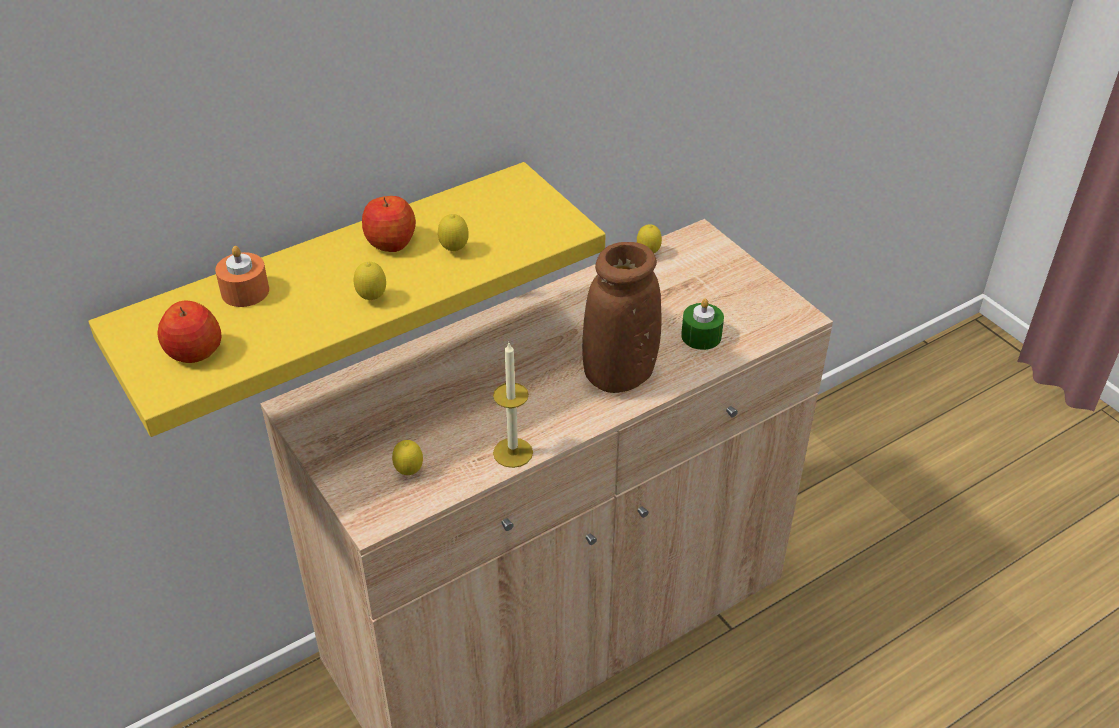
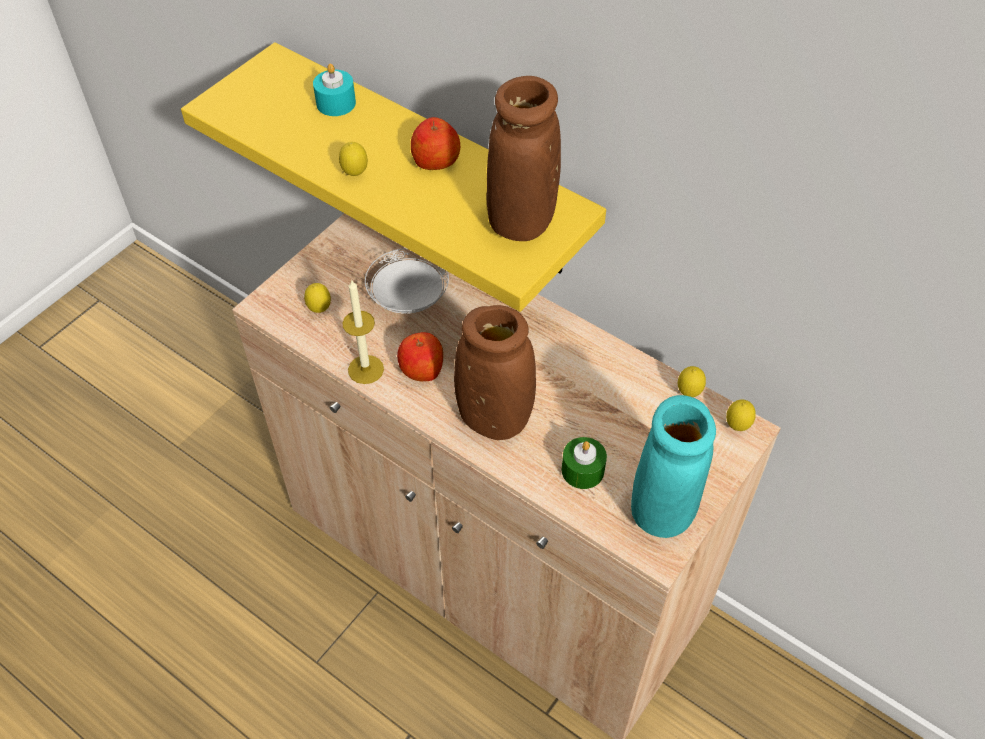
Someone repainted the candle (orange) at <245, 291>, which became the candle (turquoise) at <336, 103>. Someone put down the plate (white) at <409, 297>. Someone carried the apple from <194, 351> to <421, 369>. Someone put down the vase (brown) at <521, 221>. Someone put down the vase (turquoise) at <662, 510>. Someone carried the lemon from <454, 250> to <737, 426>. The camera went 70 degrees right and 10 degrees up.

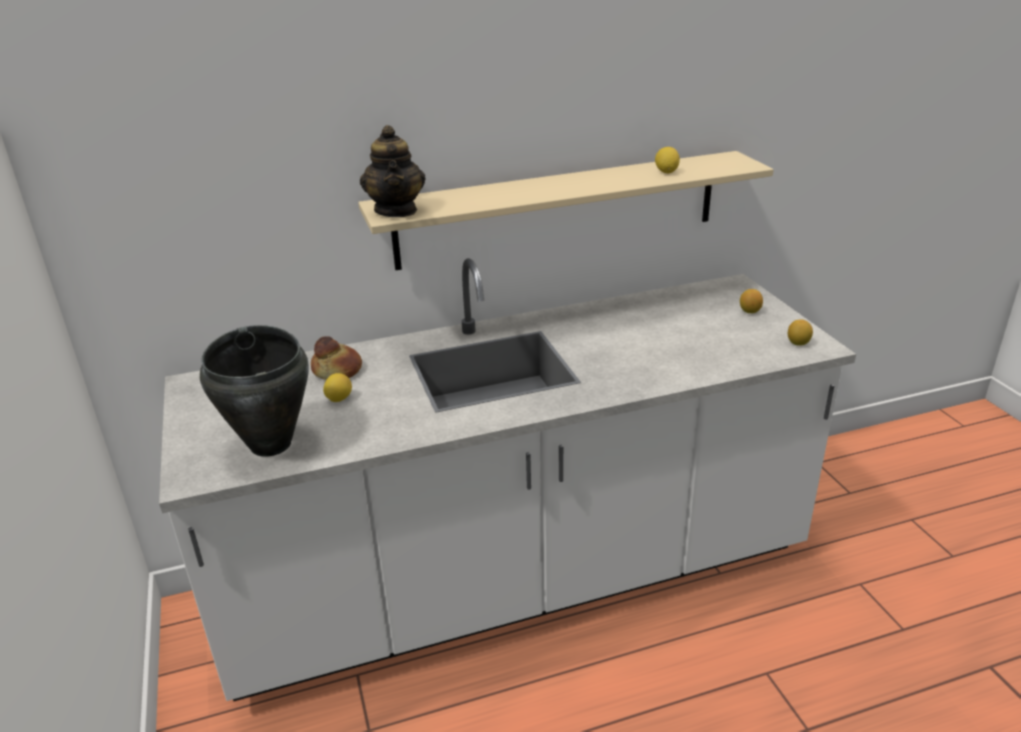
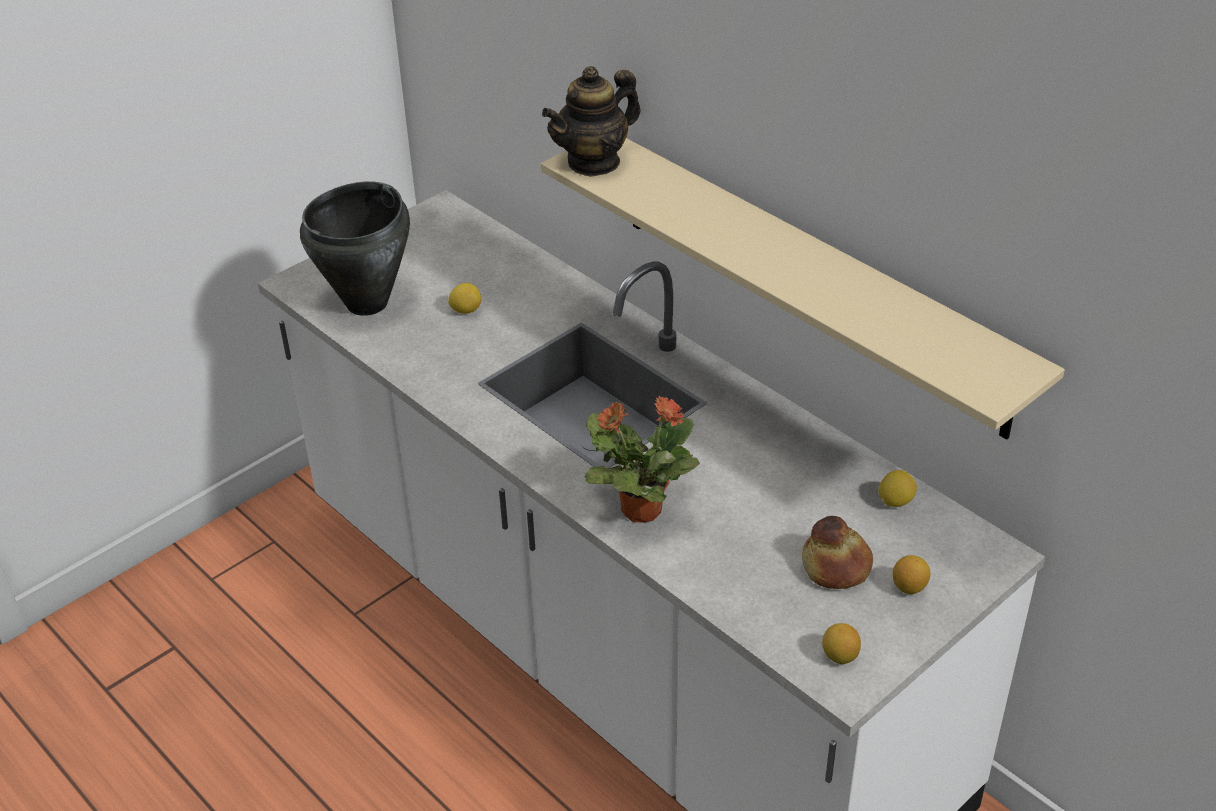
Someone put down the potted plant at <639, 509>. Someone carried the bread from <337, 370> to <837, 566>. Someone carried the lemon from <666, 172> to <895, 501>. The camera went 65 degrees right and 10 degrees up.

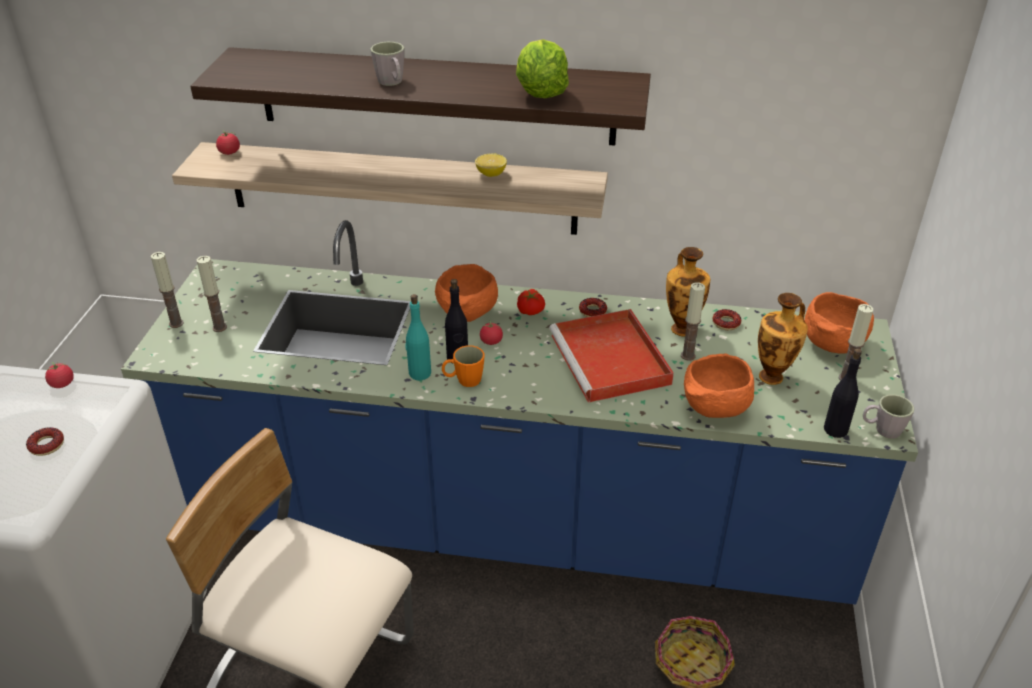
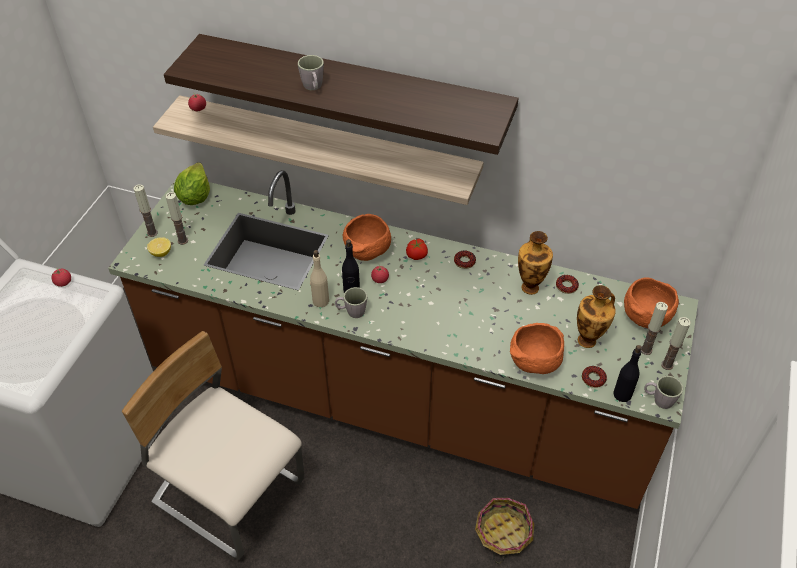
Someone repainted the counter (blue) at <516, 522>, which became the counter (brown) at <398, 399>. Someone carried the lemon from <491, 174> to <161, 253>. Someone carried the lettuce from <540, 93> to <195, 196>. Someone repainted the bottle (turquoise) at <419, 373>, which became the bottle (beige) at <320, 301>. Someone repainted the mug (orange) at <463, 380>, which became the mug (grey) at <351, 311>. Someone carried the donut from <47, 445> to <593, 378>. Someone carried the candle from <688, 355> to <667, 365>. Someone took away the tray (red) at <611, 360>. The camera went 10 degrees right and 10 degrees up.

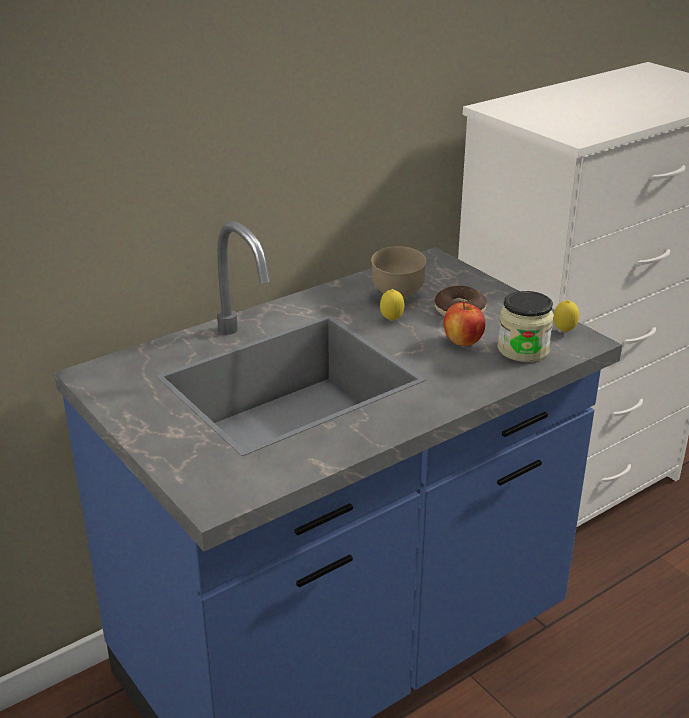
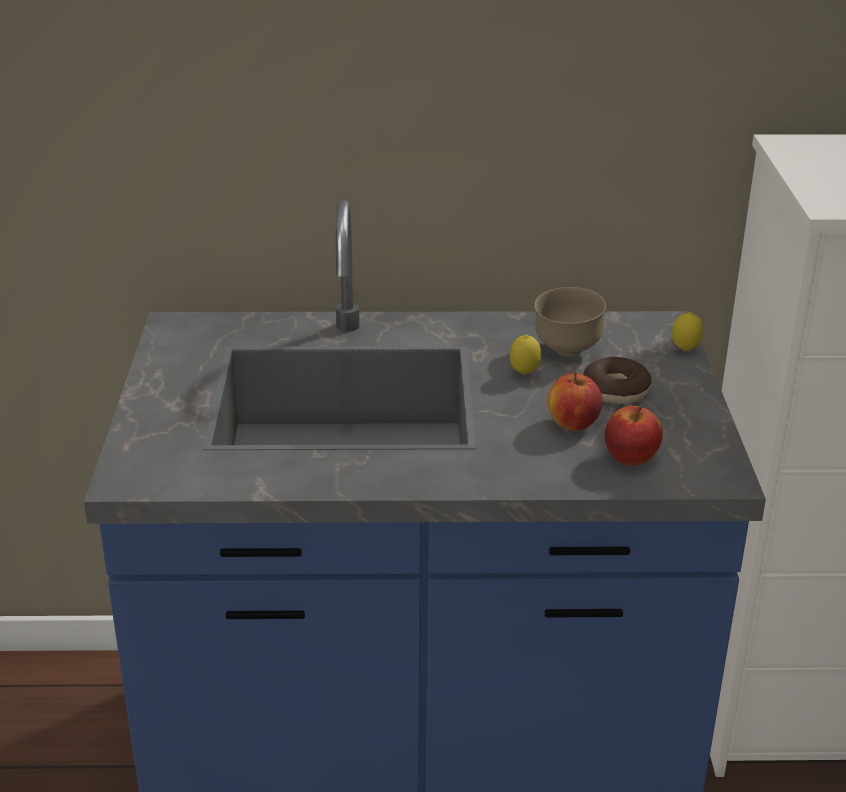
Someone swapped the jar at <523, 349> for the apple at <630, 458>. Someone carried the lemon from <564, 332> to <685, 351>. The camera went 35 degrees right and 0 degrees up.

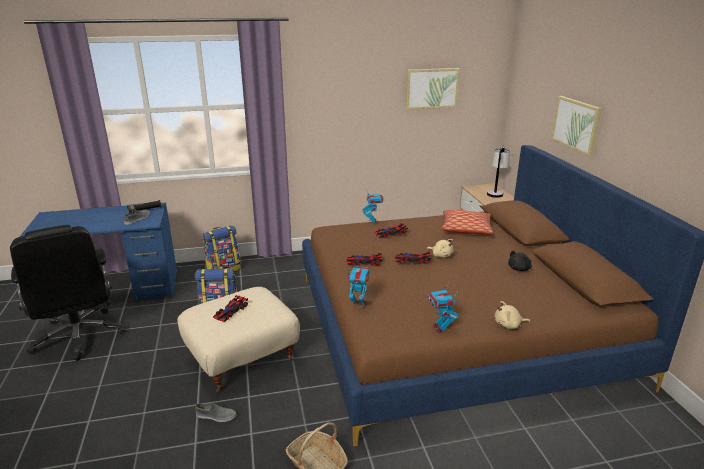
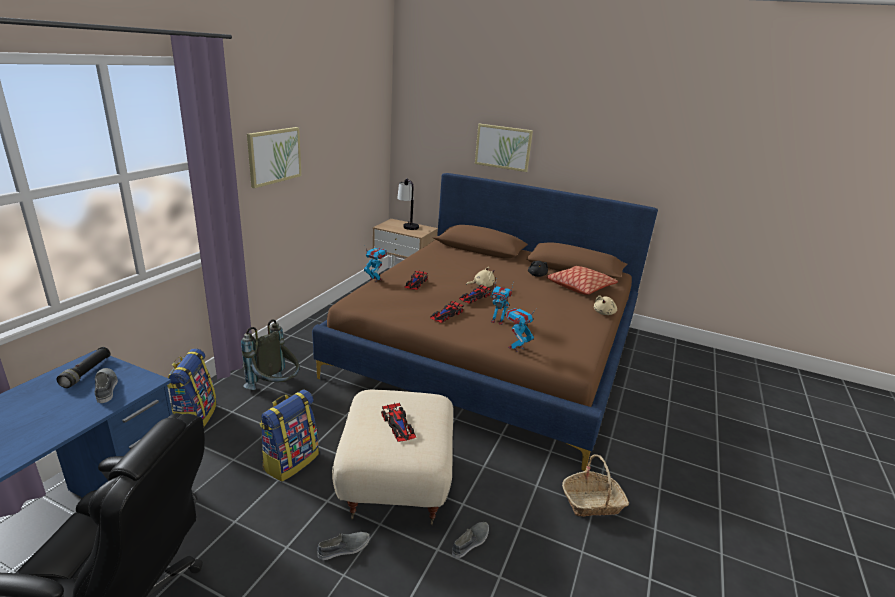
Someone put down the backpack (grey) at <275, 388>. Someone carried the picture from <431, 88> to <274, 156>. Someone put down the shoe (grey) at <344, 548>. Someone carried the toy robot from <440, 328> to <497, 321>. Someone carried the pillow from <466, 229> to <580, 287>. The camera went 55 degrees left and 0 degrees up.

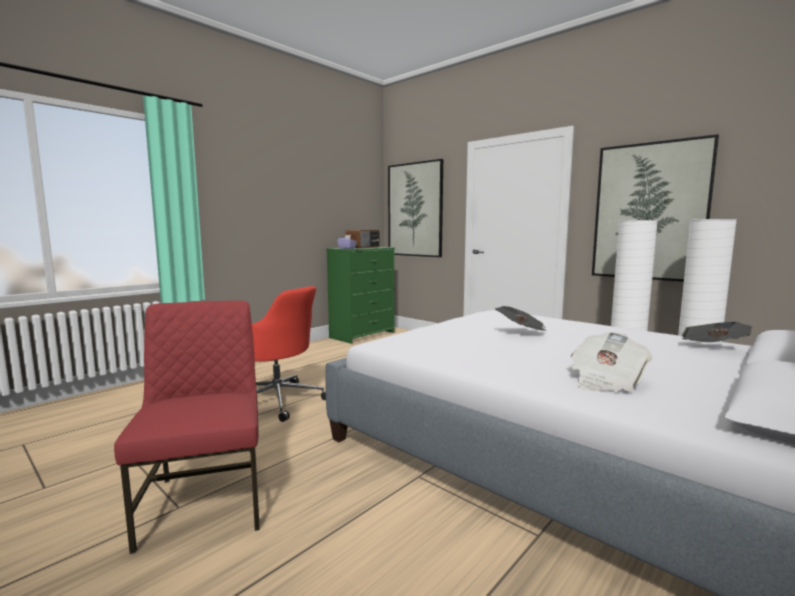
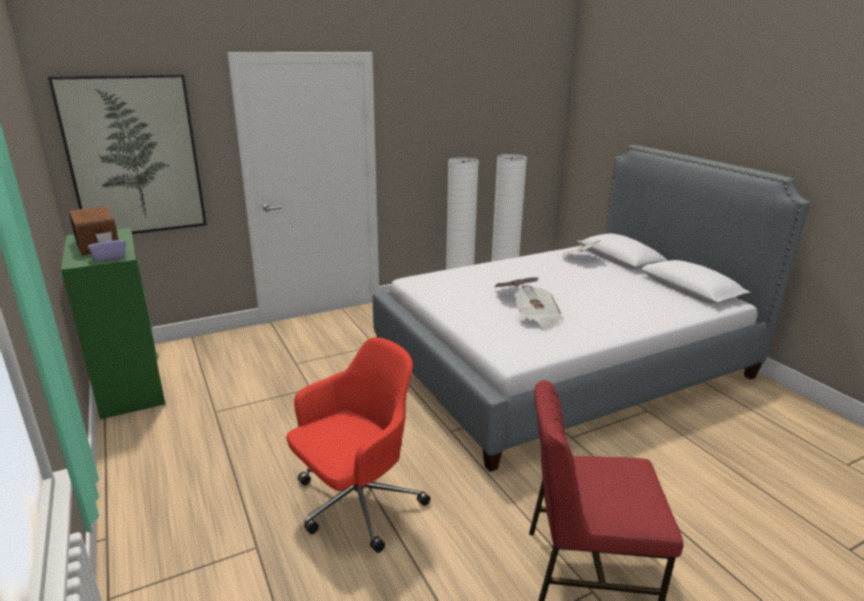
Someone carried the newspaper from <605, 381> to <537, 319>. Someone took away the picture at <649, 212>. The camera went 70 degrees left and 15 degrees up.

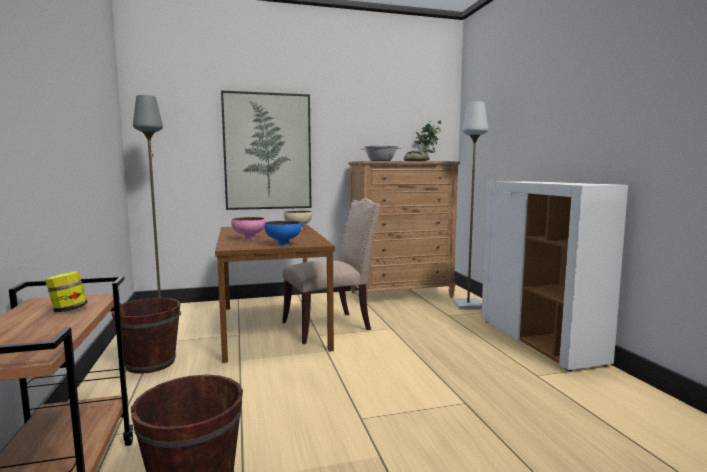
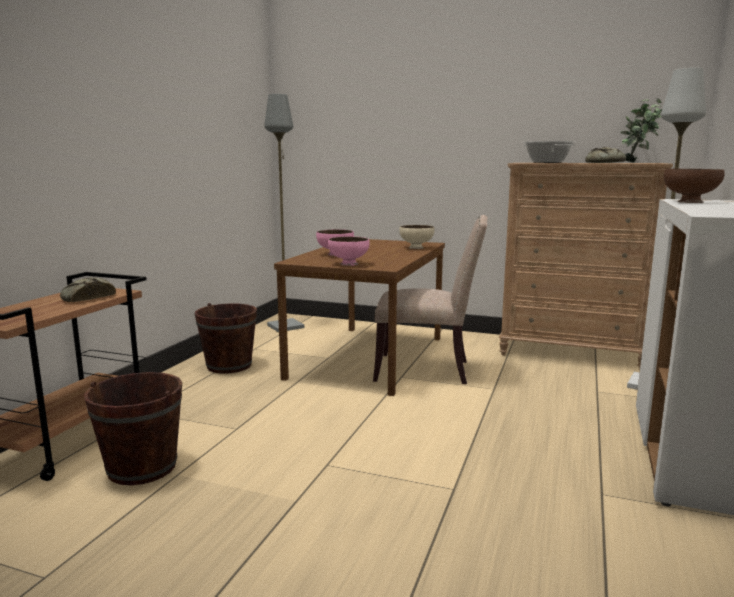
Someone swapped the jar at <68, 310> for the bread at <86, 298>. Someone repainted the bowl (blue) at <283, 244>, which became the bowl (pink) at <348, 264>. Someone put down the bowl (brown) at <689, 202>. Someone took away the picture at <267, 151>. The camera went 35 degrees right and 5 degrees up.

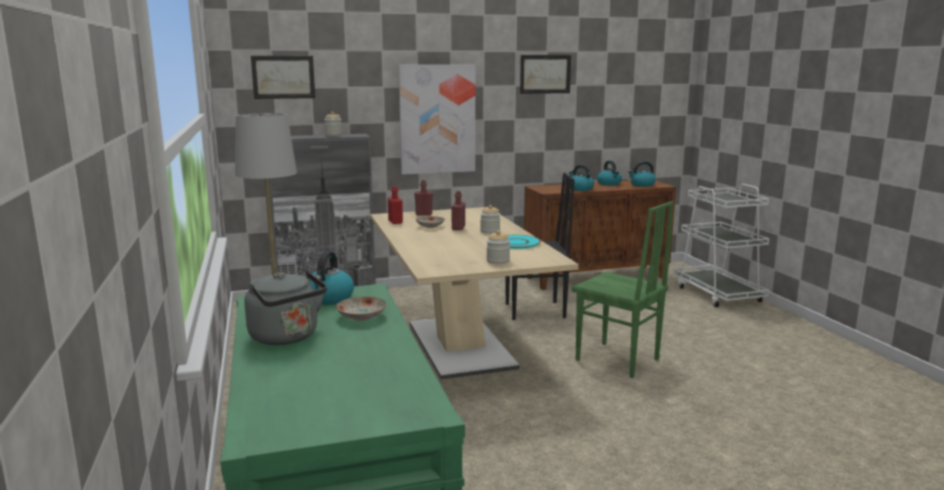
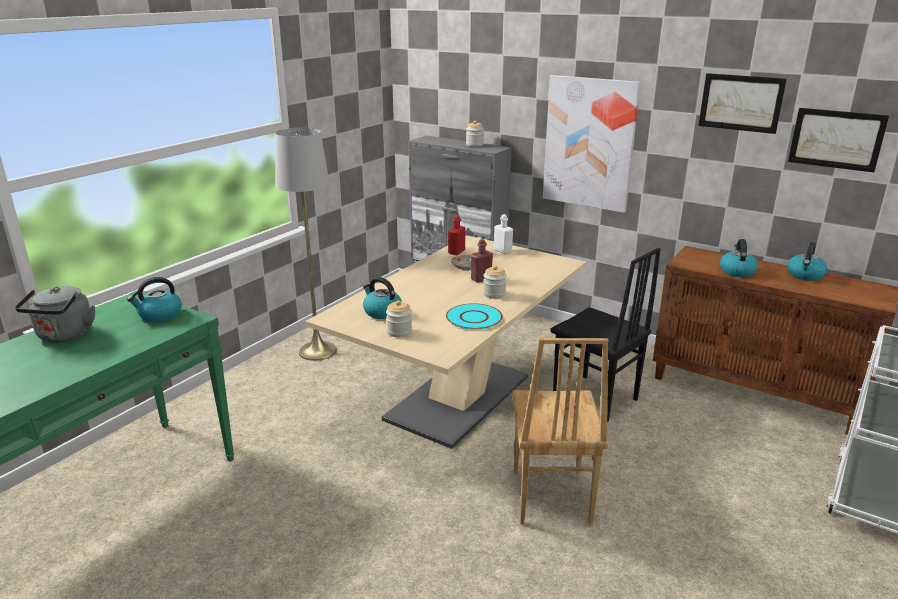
Someone carried the kettle from <642, 185> to <382, 312>. Someone repainted the bottle (red) at <424, 214>, which became the bottle (white) at <502, 251>. Someone repainted the chair (green) at <617, 360>, which became the chair (brown) at <549, 497>. Someone carried the picture from <283, 77> to <836, 139>. Someone took away the plate at <361, 316>. The camera went 50 degrees right and 10 degrees up.

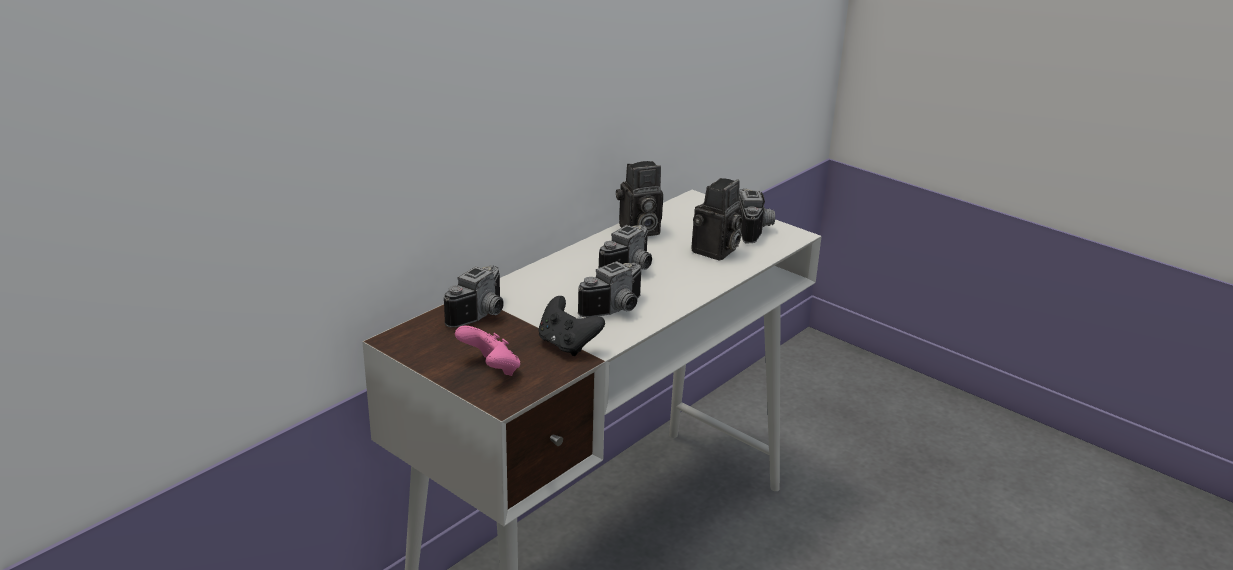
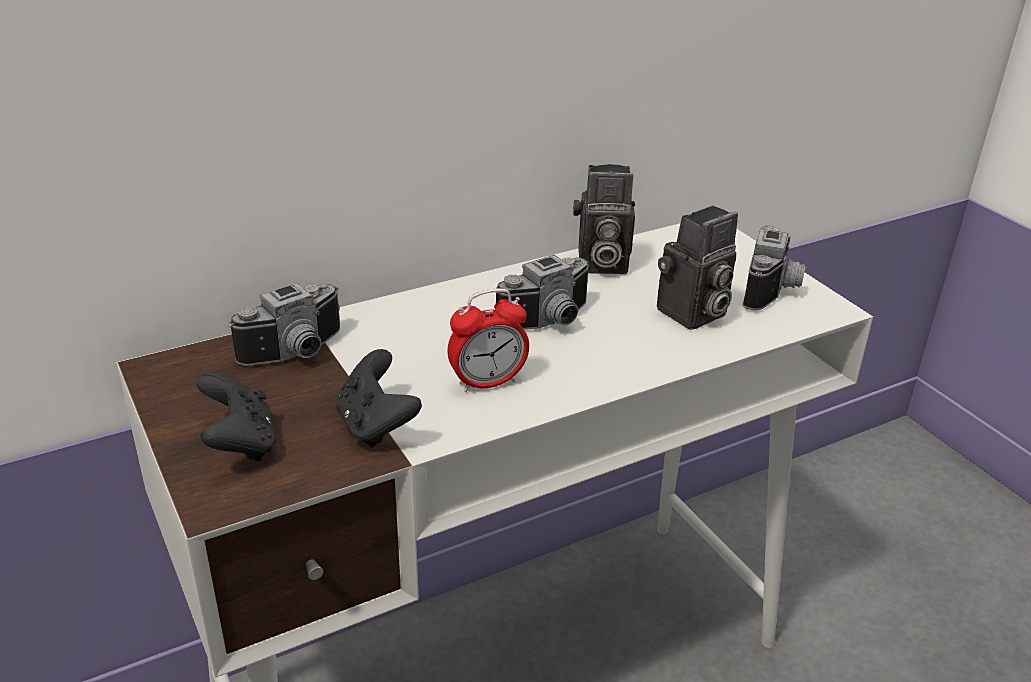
Someone repainted the game controller (pink) at <491, 369>, which became the game controller (black) at <240, 444>. Someone swapped the photo camera at <617, 310> for the alarm clock at <487, 382>. The camera went 20 degrees right and 5 degrees up.

